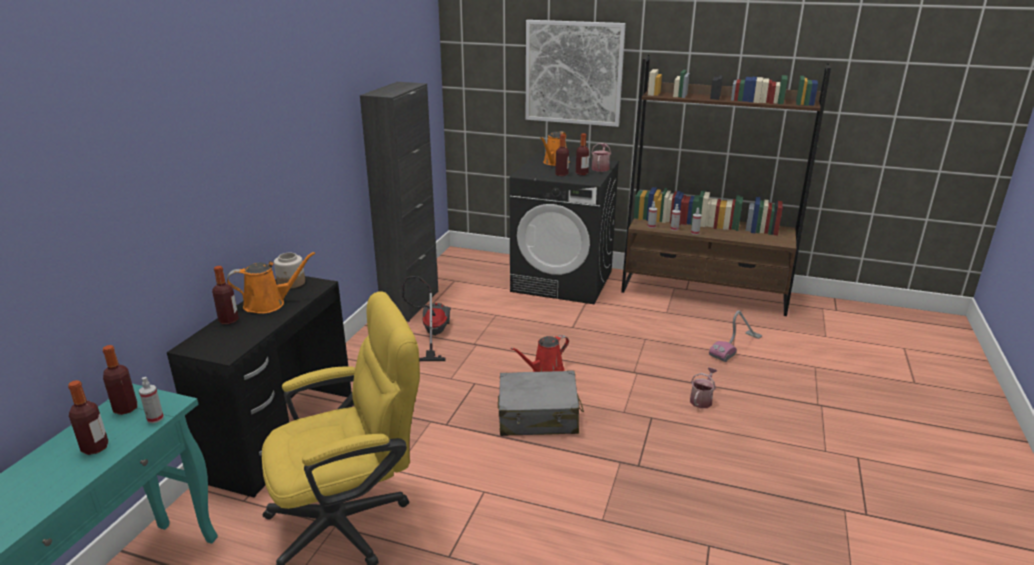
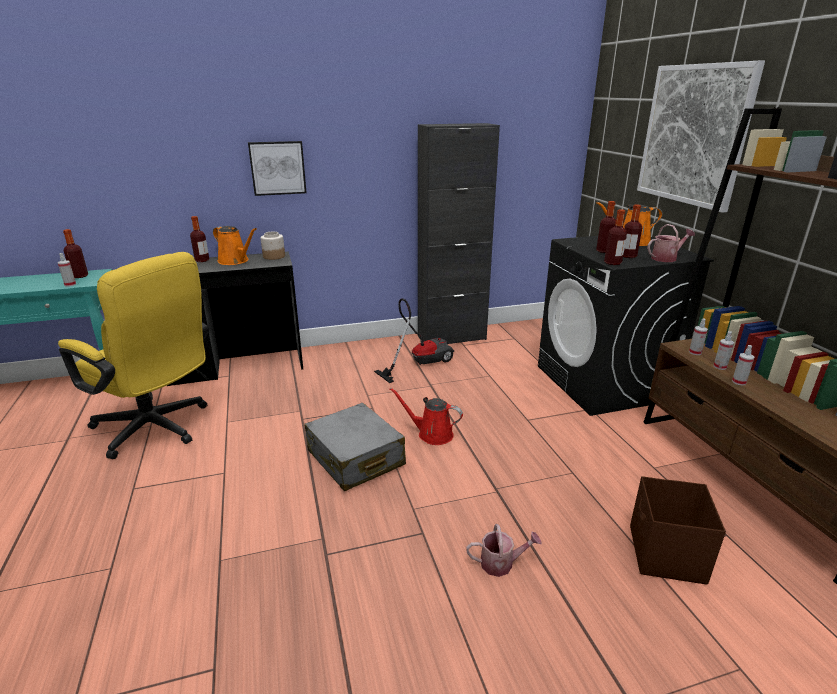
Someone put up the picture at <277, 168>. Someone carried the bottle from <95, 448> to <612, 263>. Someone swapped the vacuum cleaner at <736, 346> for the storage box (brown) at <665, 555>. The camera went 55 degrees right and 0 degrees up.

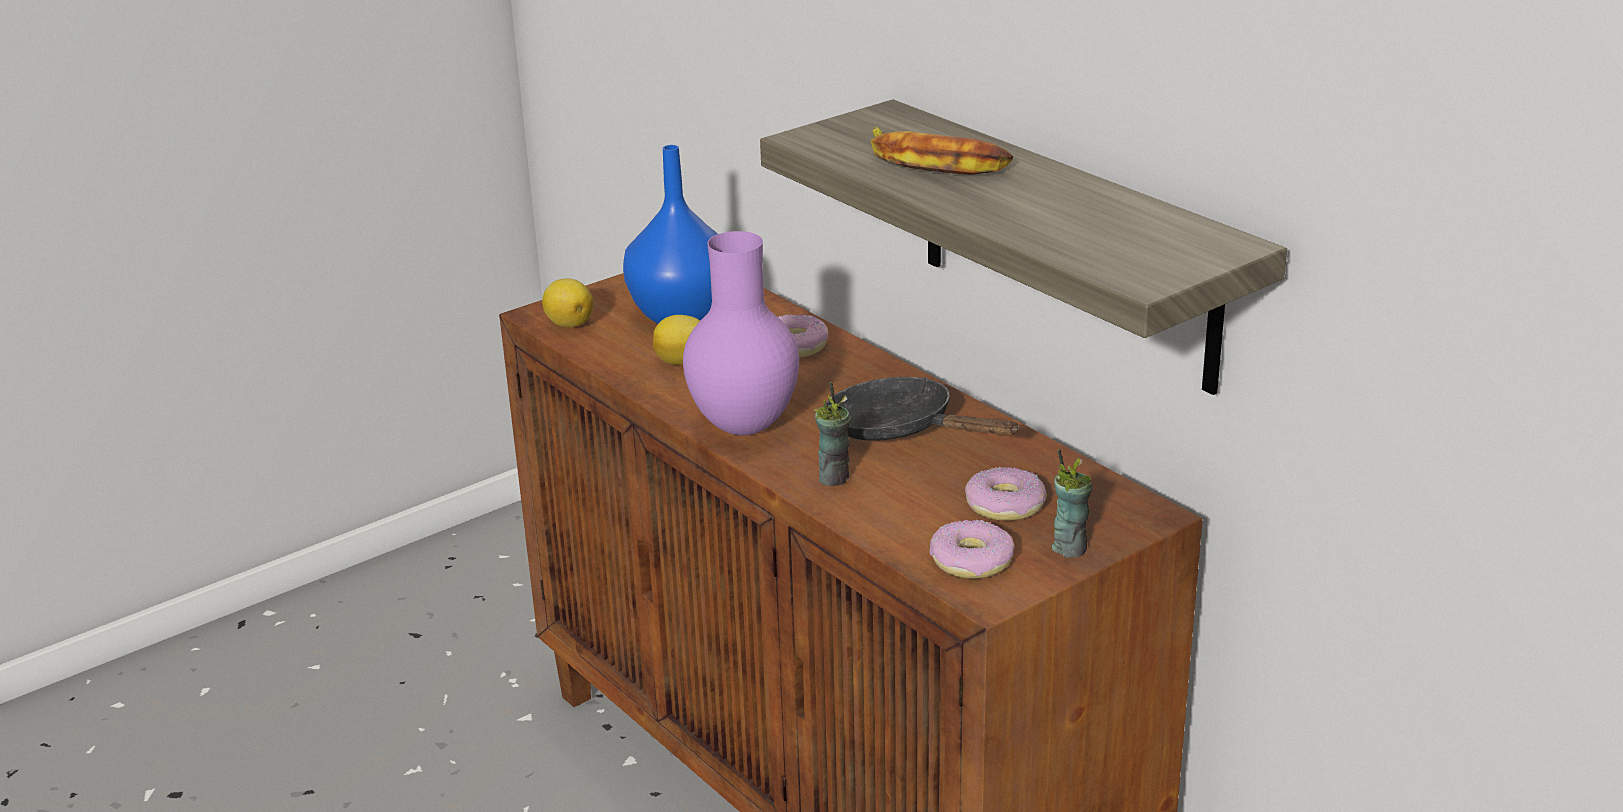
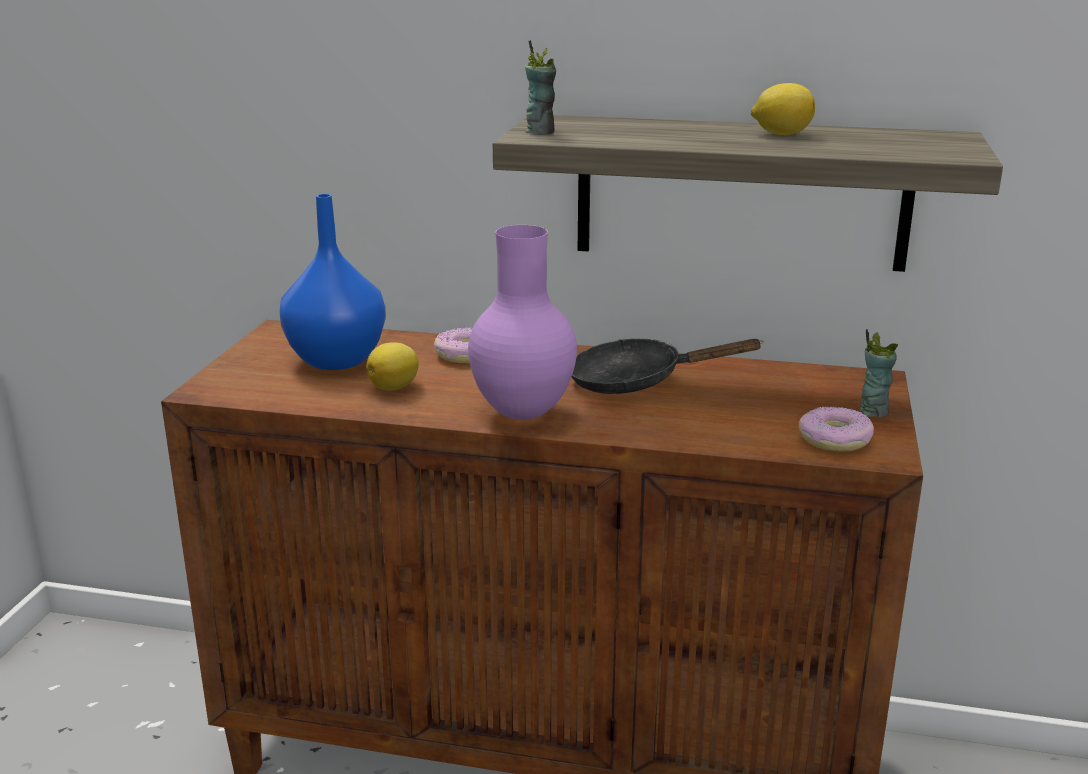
Someone carried the cup from <834, 478> to <540, 132>. Someone carried the lemon from <569, 323> to <781, 134>. Someone took away the banana at <935, 162>. Someone took away the donut at <1004, 505>. The camera went 40 degrees left and 5 degrees down.

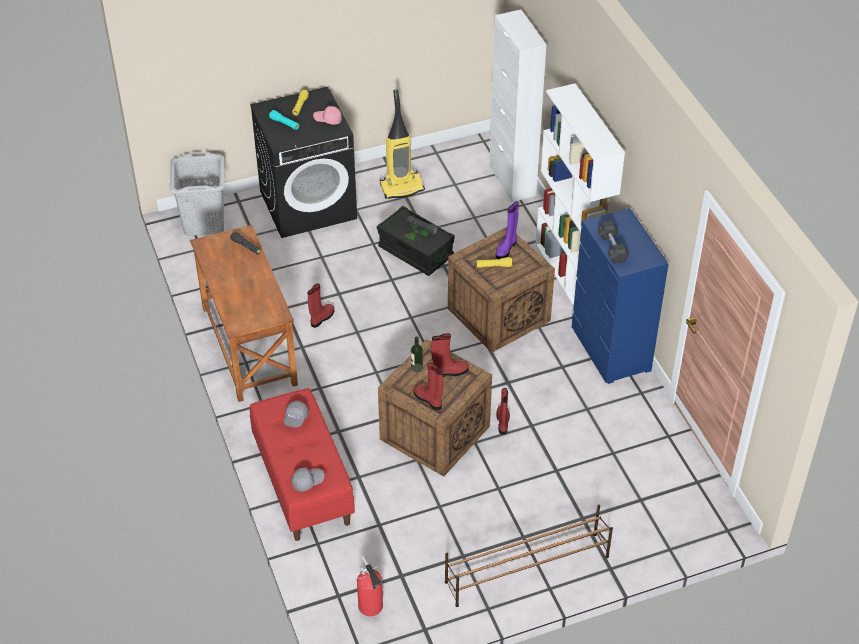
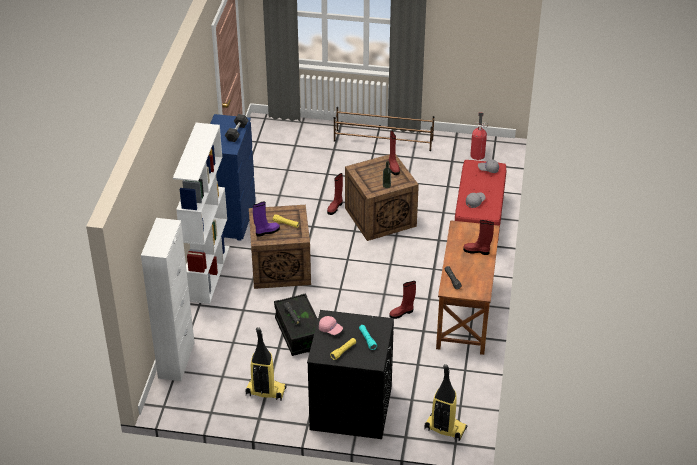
Someone swapped the laundry basket (grey) at <204, 222> for the vacuum cleaner at <444, 429>. Someone carried the boot (red) from <449, 372> to <477, 251>. The camera went 150 degrees left and 5 degrees down.

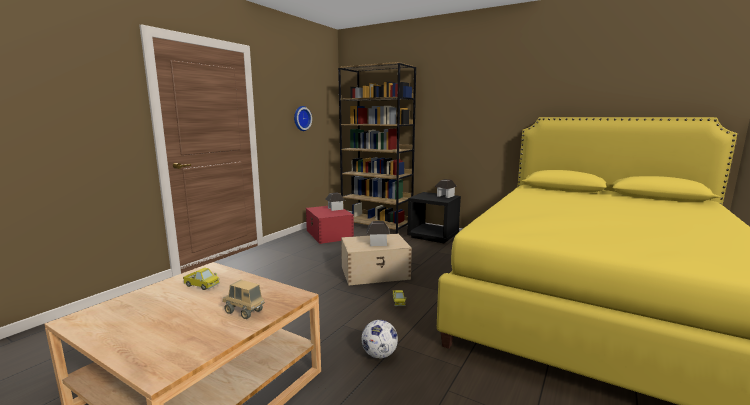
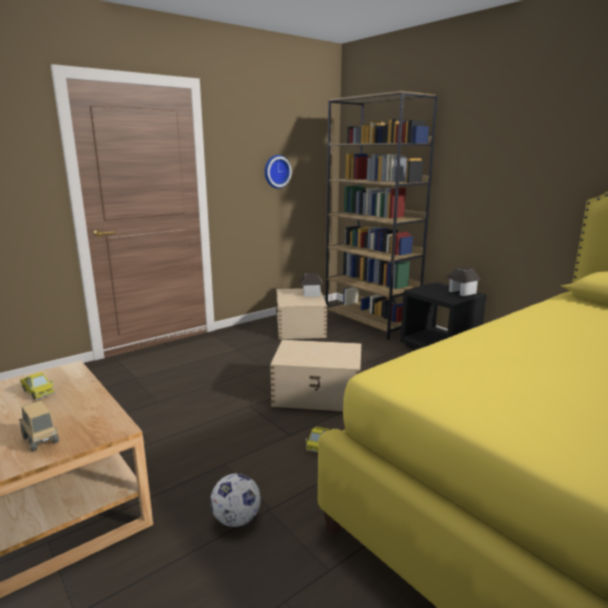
Someone repainted the storage box (red) at <329, 234>, which became the storage box (beige) at <300, 327>. Someone took away the toy house at <377, 243>. The camera went 20 degrees right and 5 degrees up.

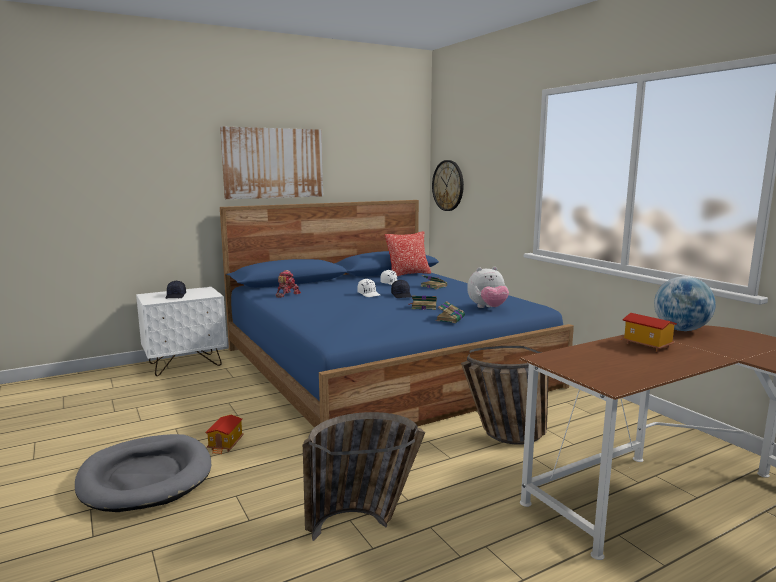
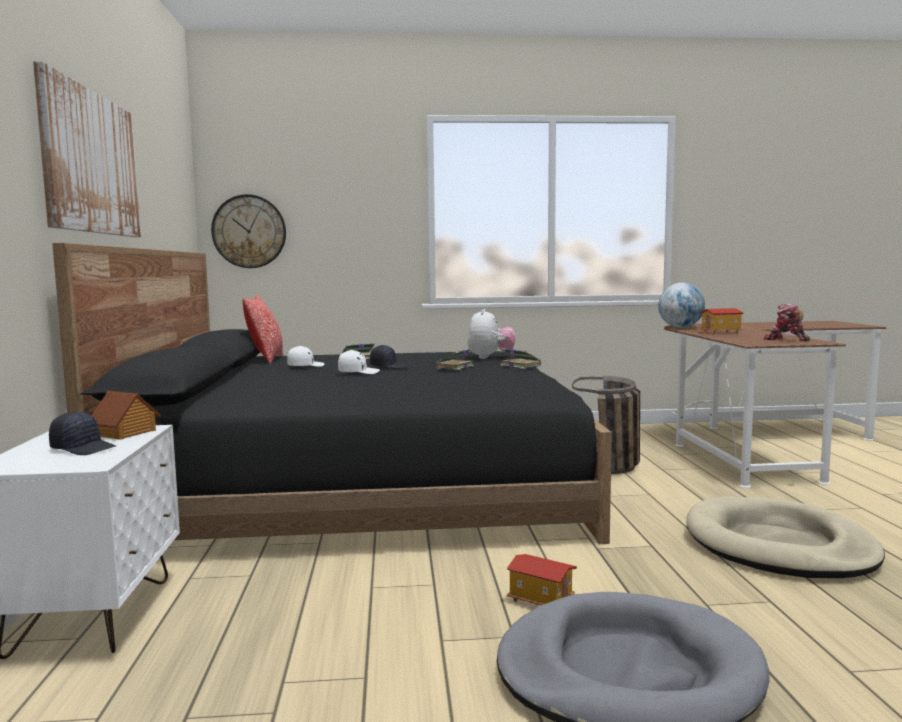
Someone repainted the bed (blue) at <383, 366>, which became the bed (black) at <361, 482>. Someone put down the toy house at <125, 433>. Someone swapped the basket at <363, 523> for the dog bed (beige) at <778, 545>. Someone carried the toy robot from <286, 294> to <786, 340>. The camera went 65 degrees left and 5 degrees down.

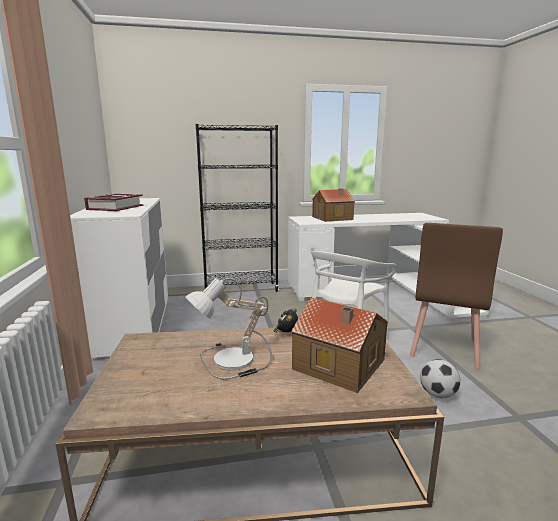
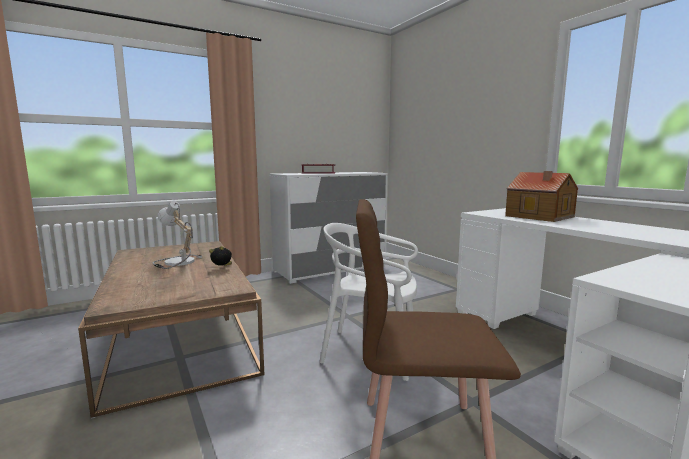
Someone took away the bookcase (black) at <241, 289>. Someone took away the toy house at <339, 365>. Someone took away the football at <437, 394>. The camera went 70 degrees right and 5 degrees down.

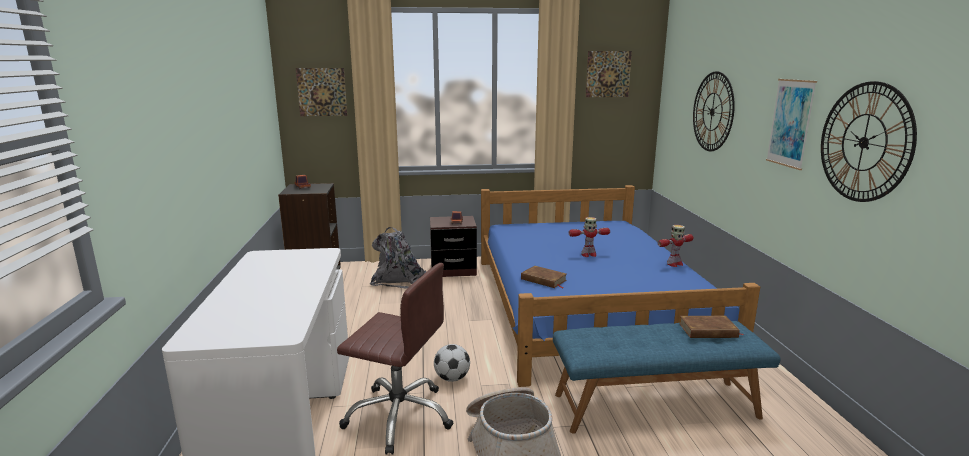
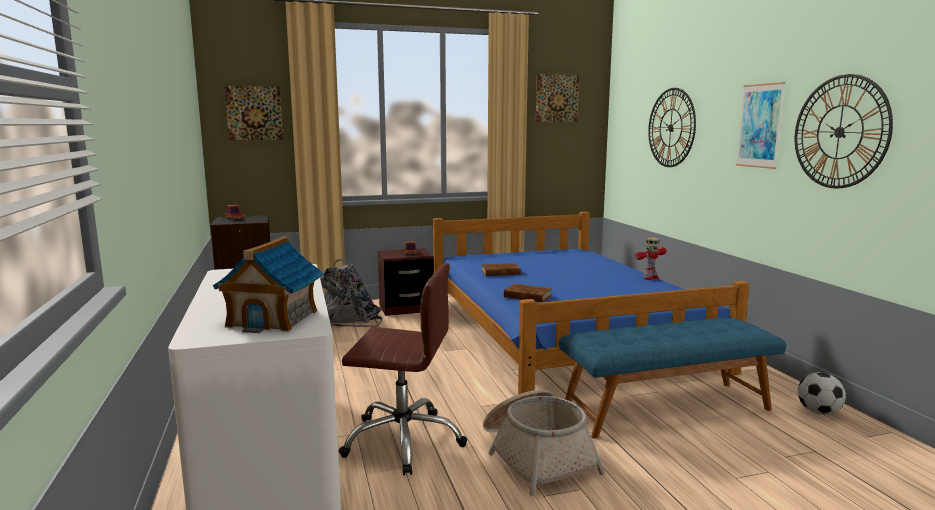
Someone put down the toy house at <273, 318>. Someone carried the book (brown) from <708, 331> to <500, 272>. Someone carried the football from <452, 378> to <818, 412>. Someone took away the toy robot at <588, 255>. The camera went 10 degrees left and 5 degrees down.

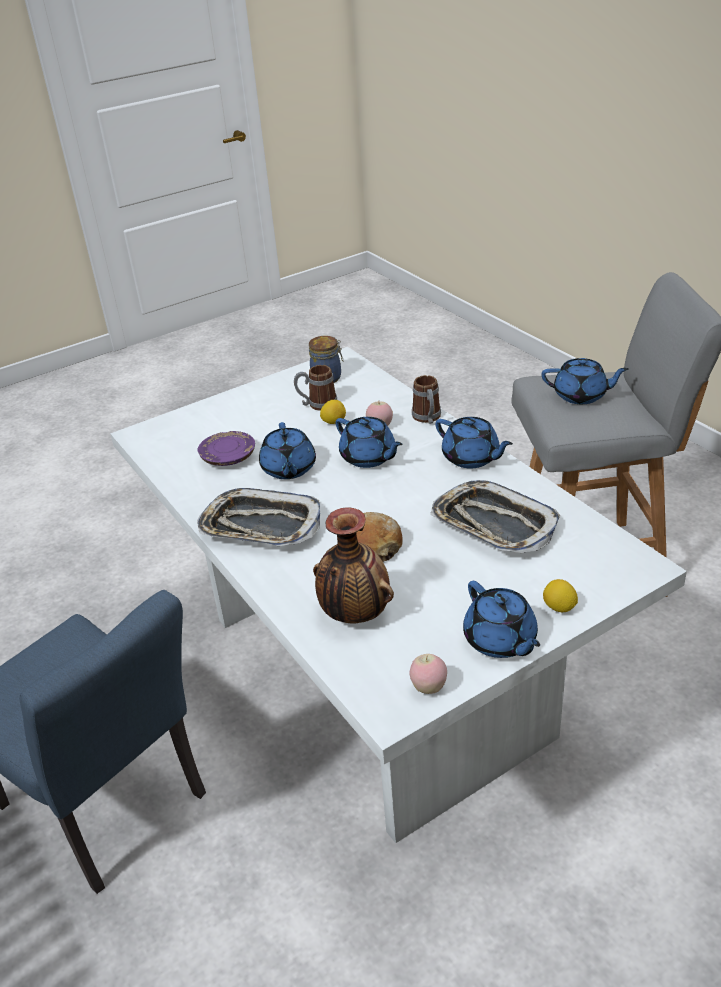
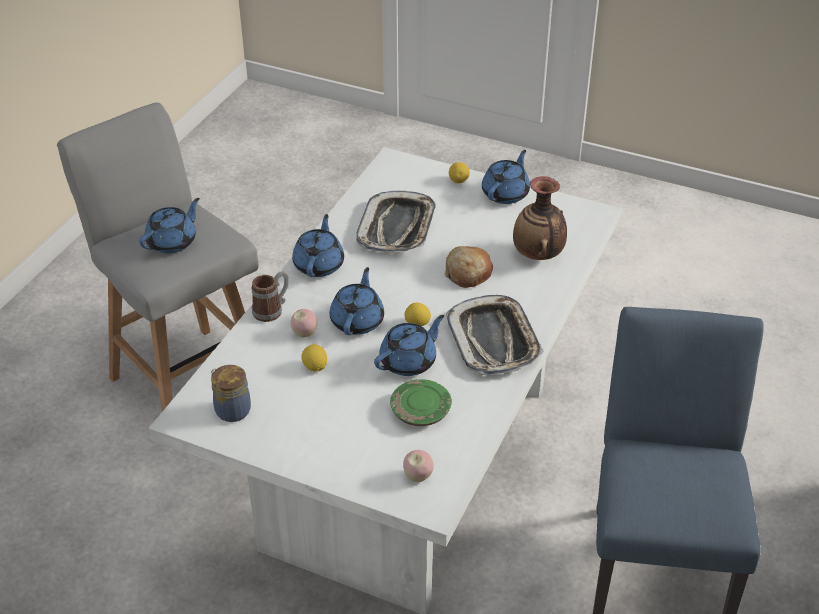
Someone rotated the teapot (blue) at <581, 395> by 60 degrees clockwise. Someone repainted the plate (purple) at <228, 457>, which became the plate (green) at <421, 411>. Someone carried the apple from <428, 687> to <418, 476>. Someone put down the lemon at <417, 324>. Someone took away the mug at <317, 404>. The camera went 125 degrees left and 5 degrees up.

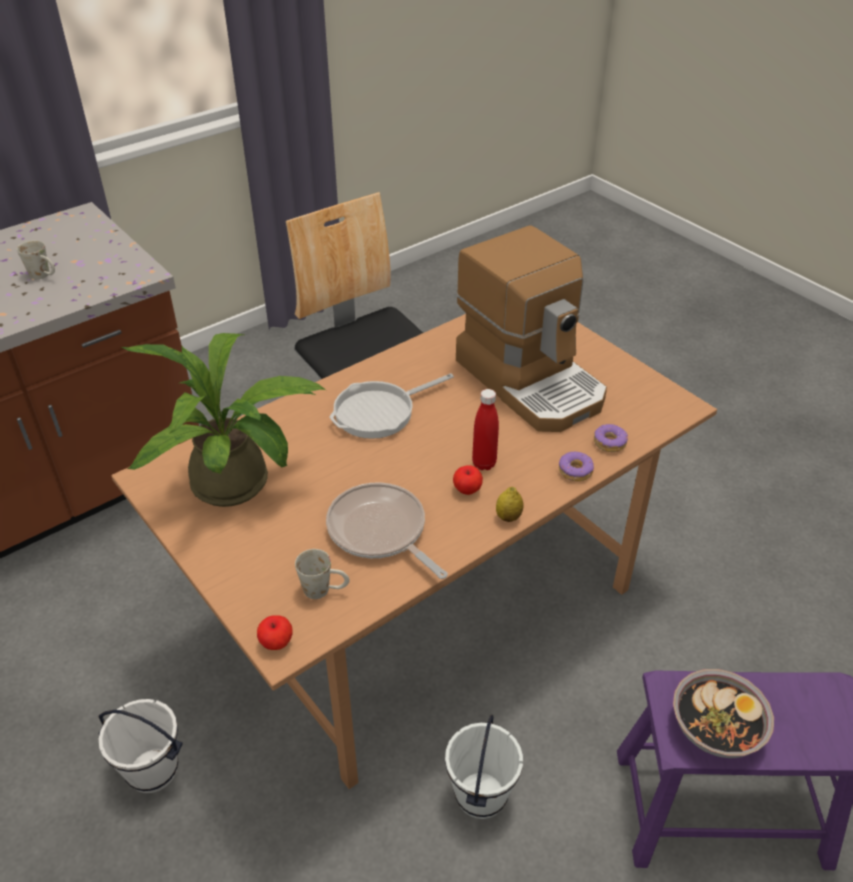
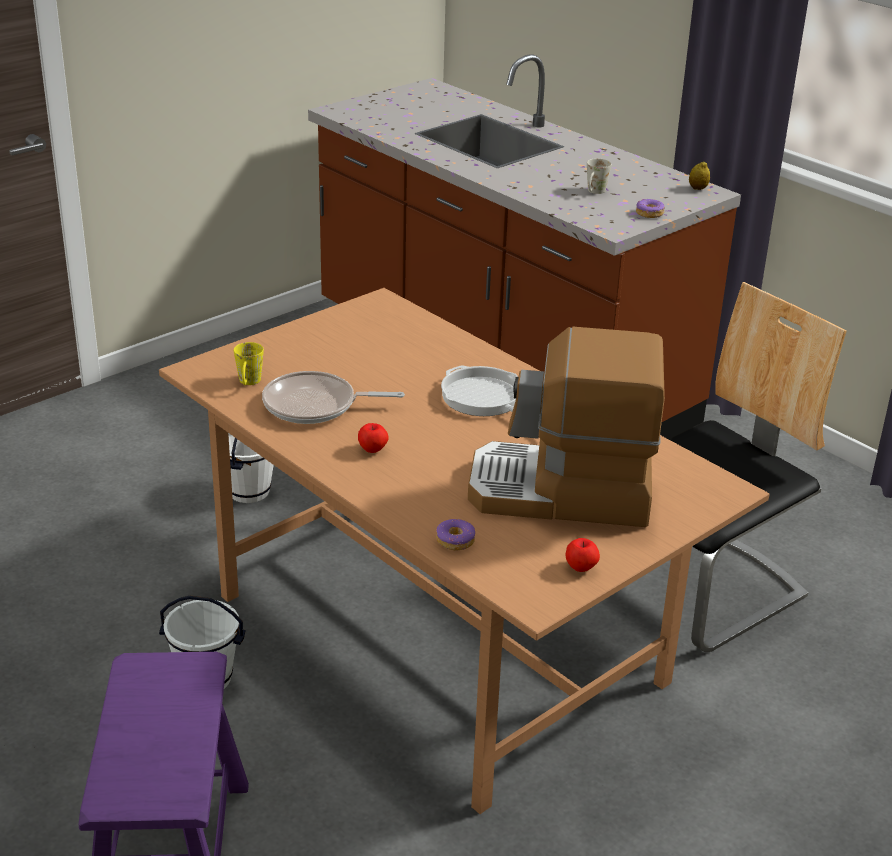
Someone repainted the mug (white) at <325, 590>, which became the mug (yellow) at <249, 383>. Someone rotated the frying pan at <380, 532> by 135 degrees counterclockwise. Someone rotated the coffee machine at <532, 380> by 45 degrees clockwise. Someone carried the apple from <276, 642> to <581, 567>. Someone carried the donut from <575, 471> to <649, 213>. Someone carried the lemon from <508, 517> to <698, 188>. Someone took away the potted plant at <240, 485>. Someone took away the bottle (red) at <484, 463>. Someone took away the bowl at <716, 728>. The camera went 85 degrees right and 10 degrees down.

